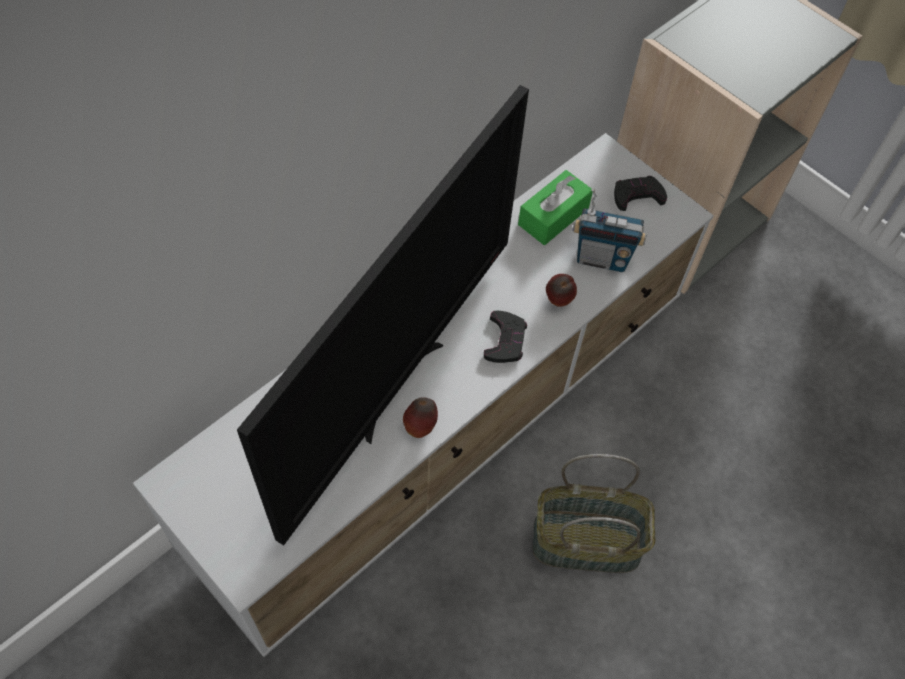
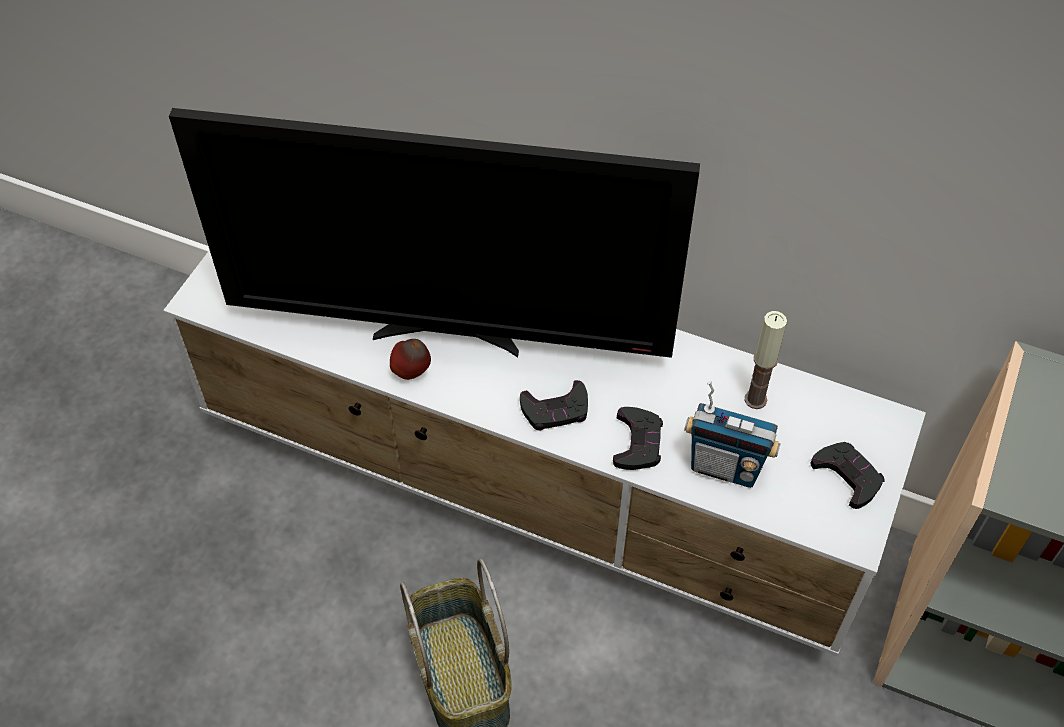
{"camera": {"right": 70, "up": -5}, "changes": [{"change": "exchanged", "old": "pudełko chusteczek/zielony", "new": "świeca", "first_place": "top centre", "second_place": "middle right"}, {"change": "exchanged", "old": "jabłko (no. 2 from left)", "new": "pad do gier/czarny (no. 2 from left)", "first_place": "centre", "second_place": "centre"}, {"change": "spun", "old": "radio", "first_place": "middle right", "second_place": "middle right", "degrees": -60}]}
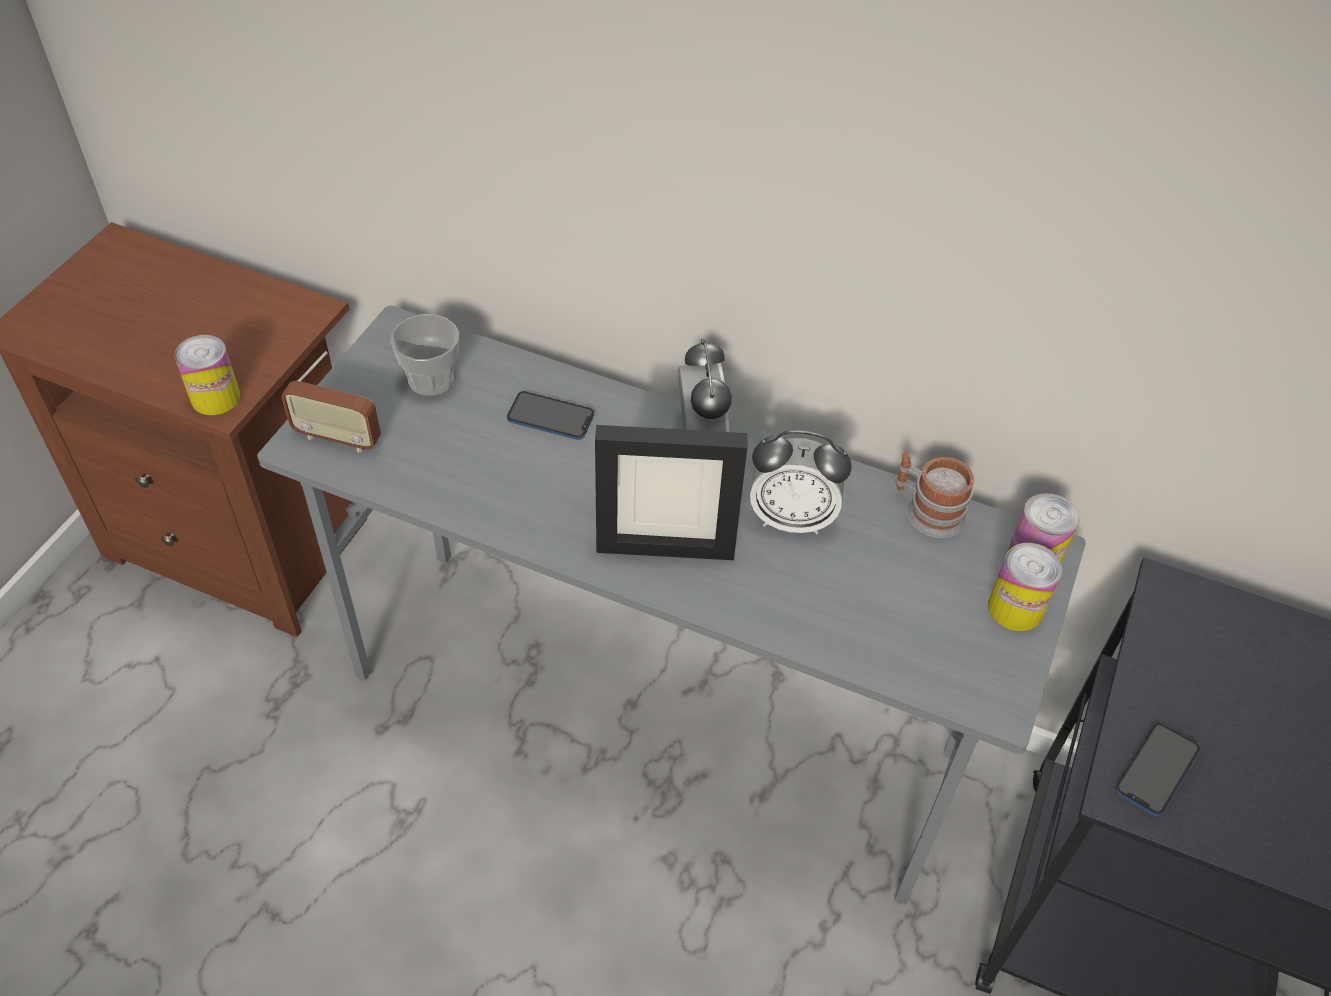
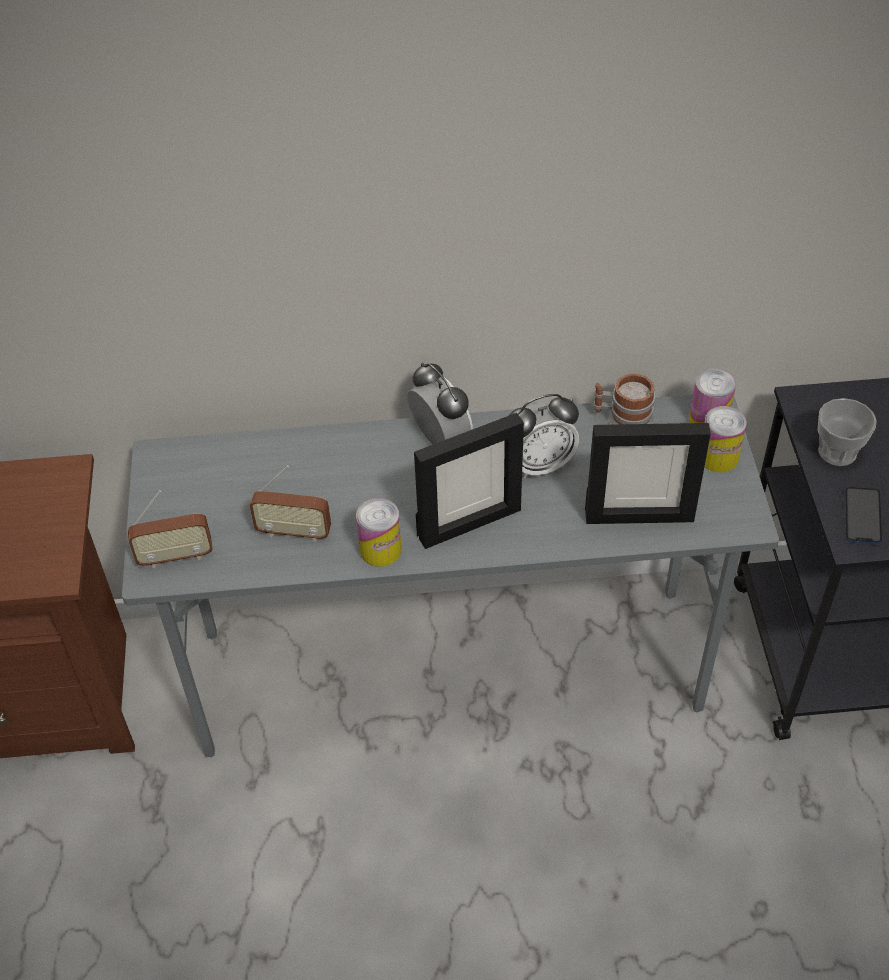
{"camera": {"right": -25, "up": 0}, "changes": [{"change": "missing", "old": "telefon (no. 1 from left)", "first_place": "centre"}, {"change": "appeared", "new": "radio (no. 2 from left)", "second_place": "middle left"}, {"change": "appeared", "new": "ramka na zdjęcie (no. 2 from left)", "second_place": "middle right"}, {"change": "relocated", "old": "puszka (no. 1 from left)", "first_place": "middle left", "second_place": "centre"}, {"change": "relocated", "old": "filiżanka", "first_place": "middle left", "second_place": "middle right"}]}
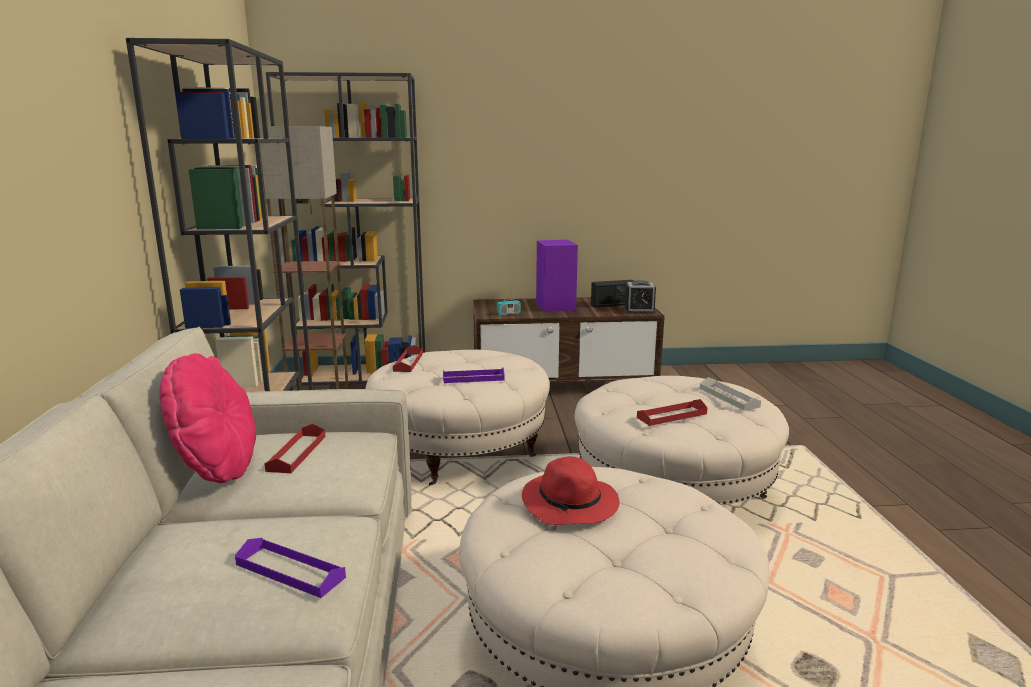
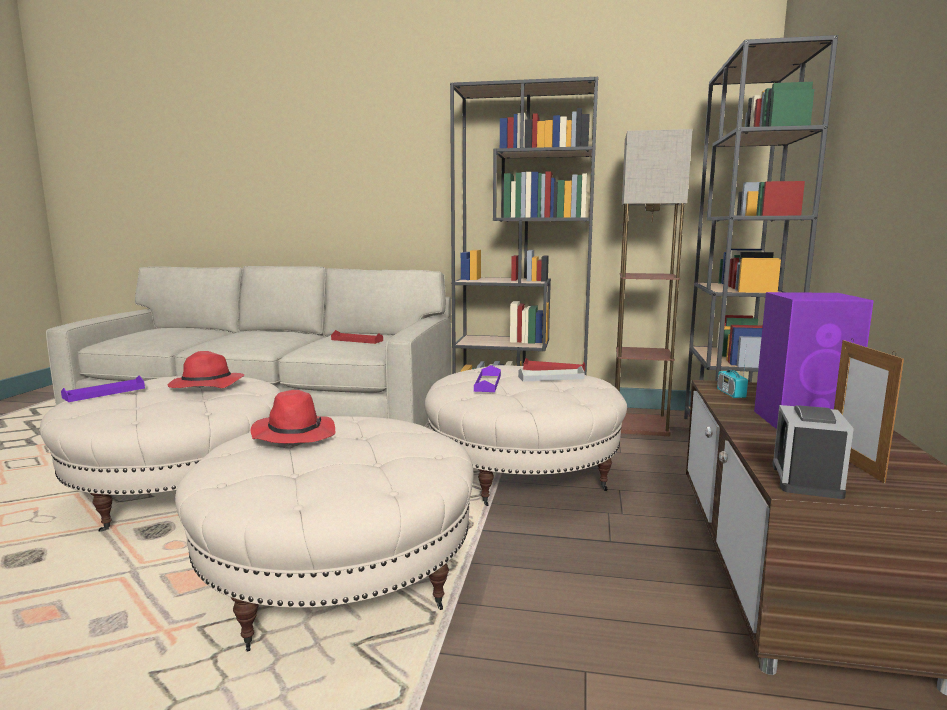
{"camera": {"right": 105, "up": -5}, "changes": [{"change": "missing", "old": "poduszka/różowy", "first_place": "middle left"}, {"change": "relocated", "old": "taca/fioletowy (no. 1 from left)", "first_place": "bottom left", "second_place": "middle left"}, {"change": "relocated", "old": "taca/szary", "first_place": "middle right", "second_place": "centre"}, {"change": "exchanged", "old": "radio (no. 2 from left)", "new": "ramka na zdjęcie", "first_place": "centre", "second_place": "middle right"}, {"change": "exchanged", "old": "taca/czerwony (no. 3 from left)", "new": "kapelusz/czerwony (no. 2 from left)", "first_place": "centre", "second_place": "middle left"}]}
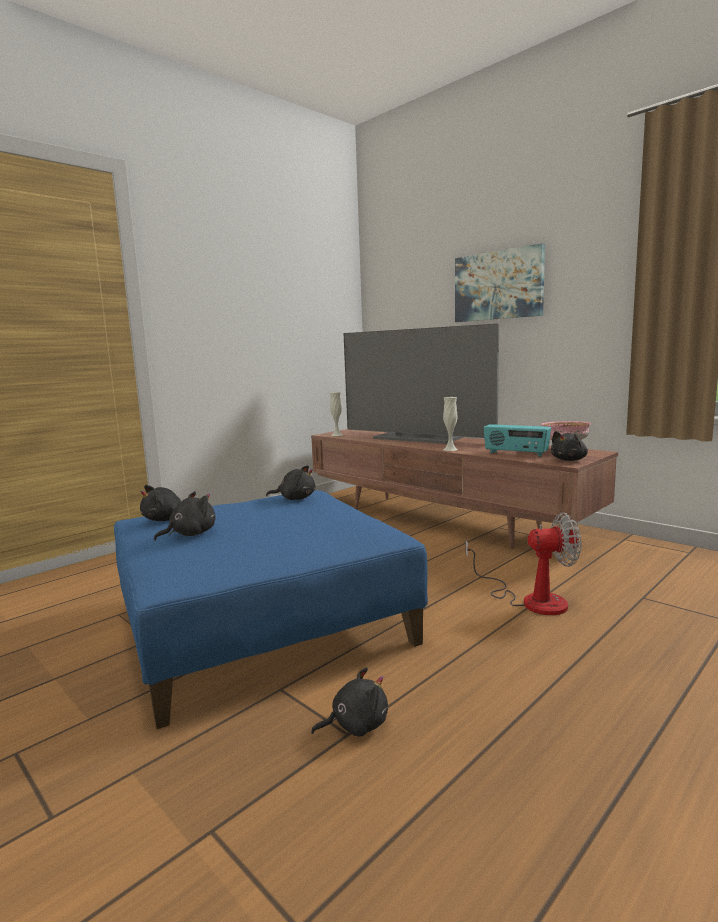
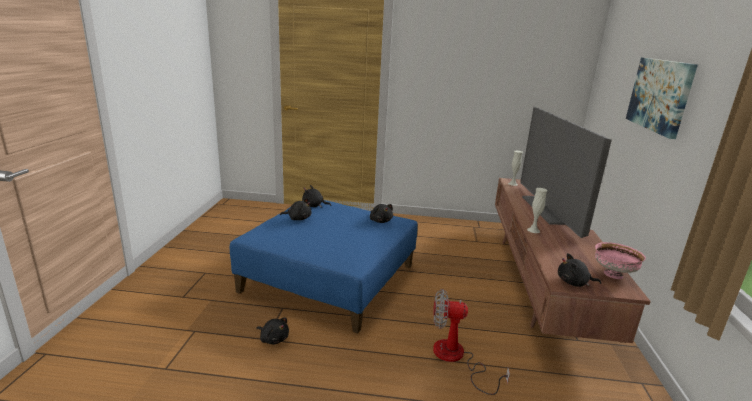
{"camera": {"right": 50, "up": 10}, "changes": [{"change": "missing", "old": "radio", "first_place": "middle right"}, {"change": "spun", "old": "wentylator", "first_place": "middle right", "second_place": "bottom centre", "degrees": 135}]}
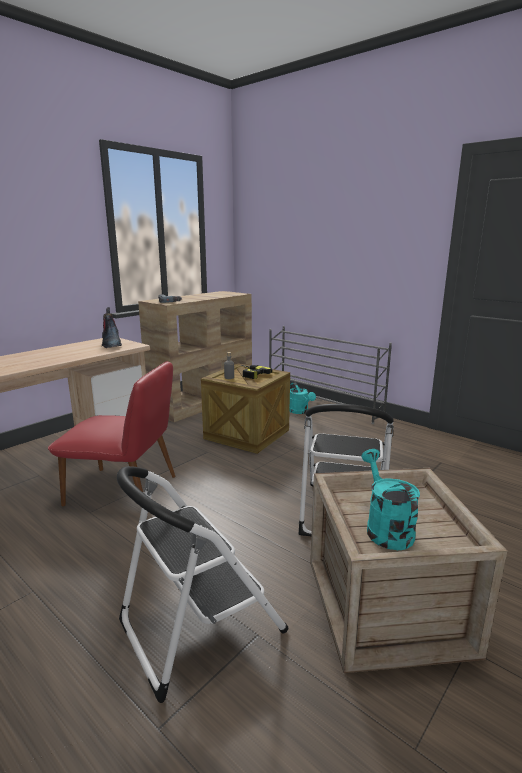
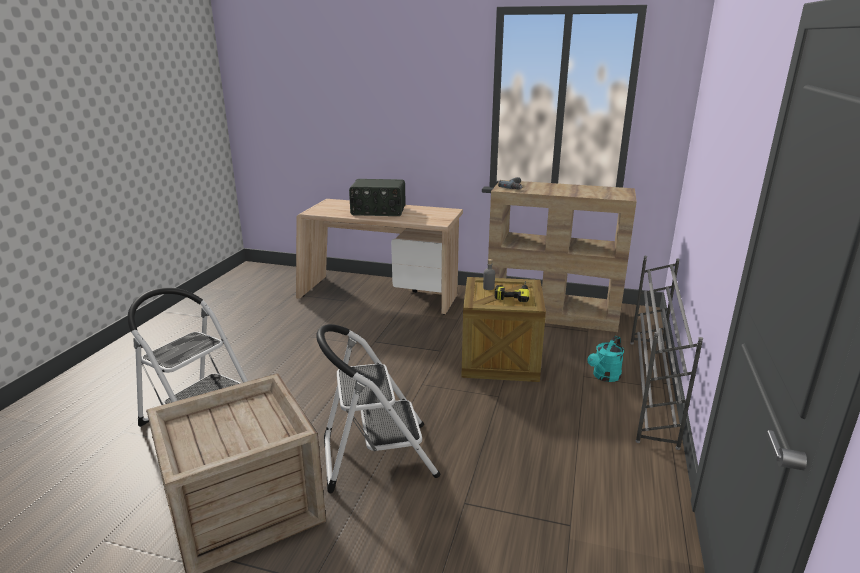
{"camera": {"right": 65, "up": 5}, "changes": [{"change": "missing", "old": "krzesło/czerwony", "first_place": "middle left"}, {"change": "missing", "old": "but z cholewką", "first_place": "middle left"}, {"change": "missing", "old": "konewka/turkusowy (no. 2 from left)", "first_place": "middle right"}, {"change": "appeared", "new": "radio", "second_place": "centre"}]}
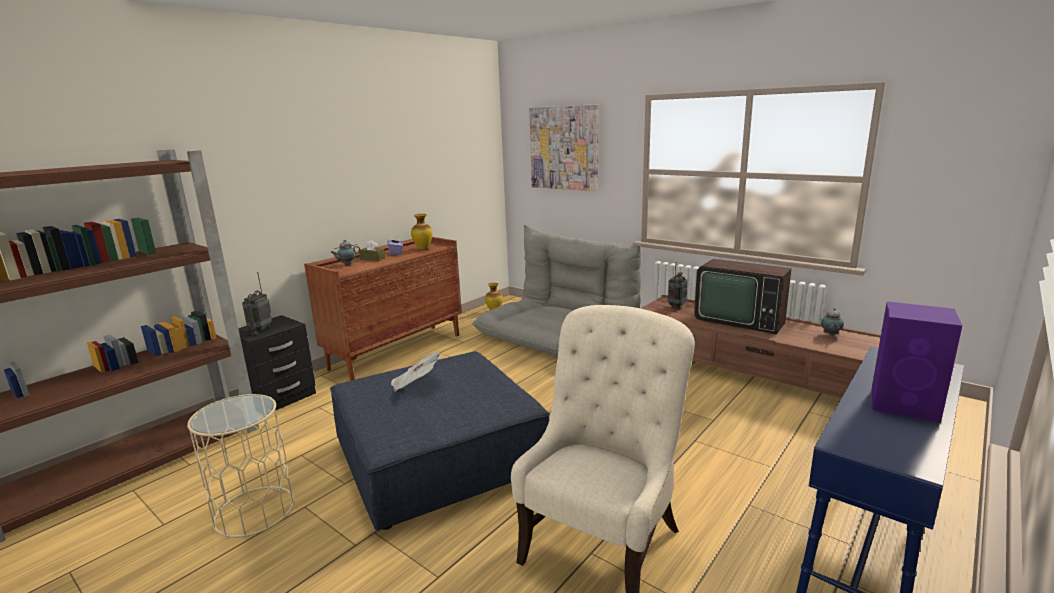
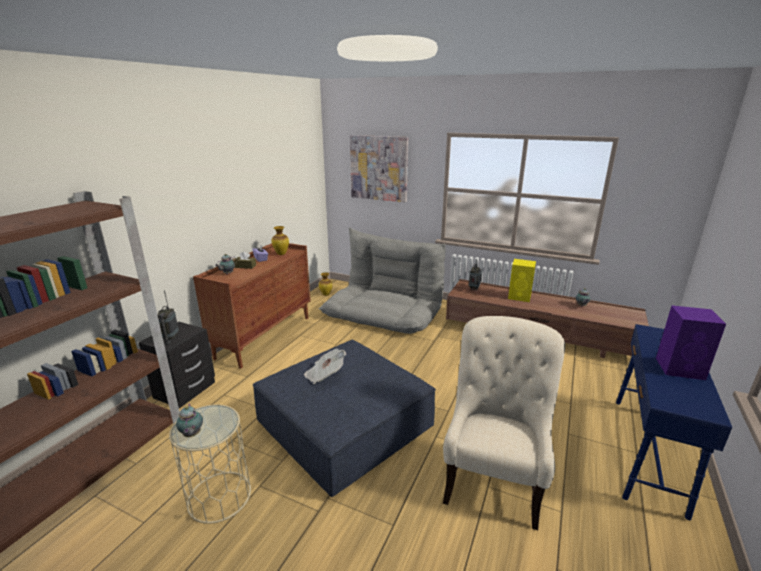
{"camera": {"right": -15, "up": 5}, "changes": [{"change": "appeared", "new": "imbryk (no. 1 from left)", "second_place": "bottom left"}, {"change": "exchanged", "old": "telewizor", "new": "głośnik/żółty", "first_place": "middle right", "second_place": "middle right"}]}
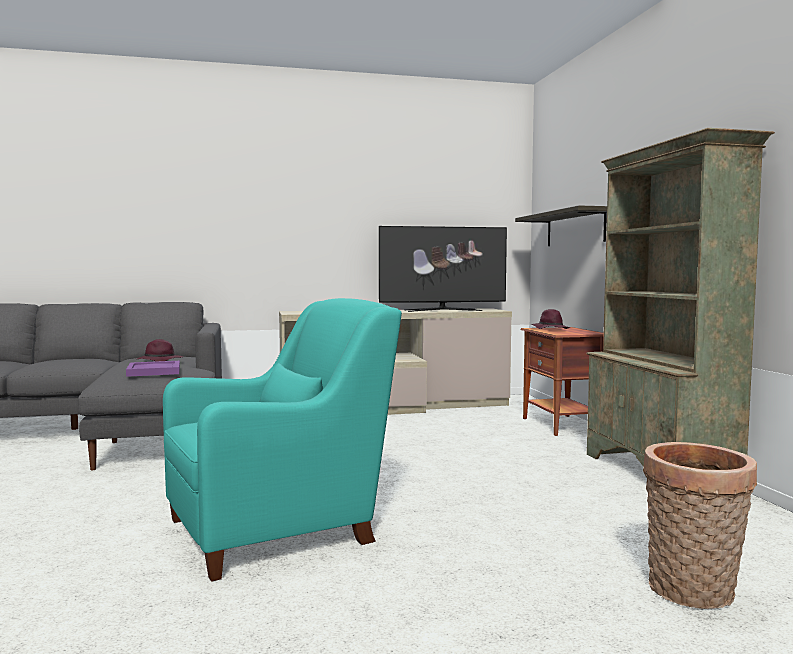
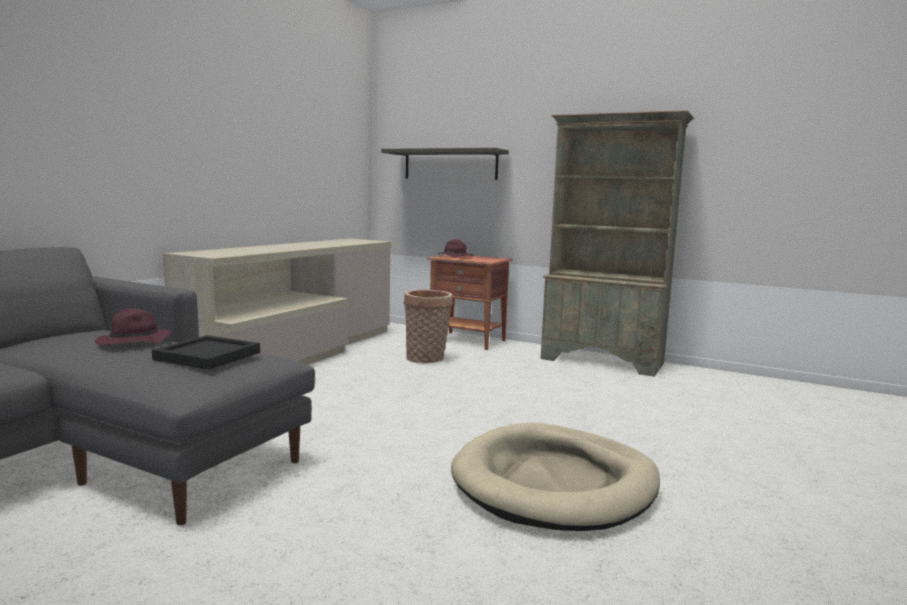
{"camera": {"right": -50, "up": 5}, "changes": [{"change": "missing", "old": "telewizor", "first_place": "centre"}, {"change": "relocated", "old": "koszyk", "first_place": "bottom right", "second_place": "centre"}, {"change": "exchanged", "old": "fotel/turkusowy", "new": "legowisko/beżowy", "first_place": "bottom centre", "second_place": "bottom centre"}, {"change": "colour", "old": "taca/fioletowy", "new": "taca/czarny", "first_place": "middle left", "second_place": "middle left"}]}
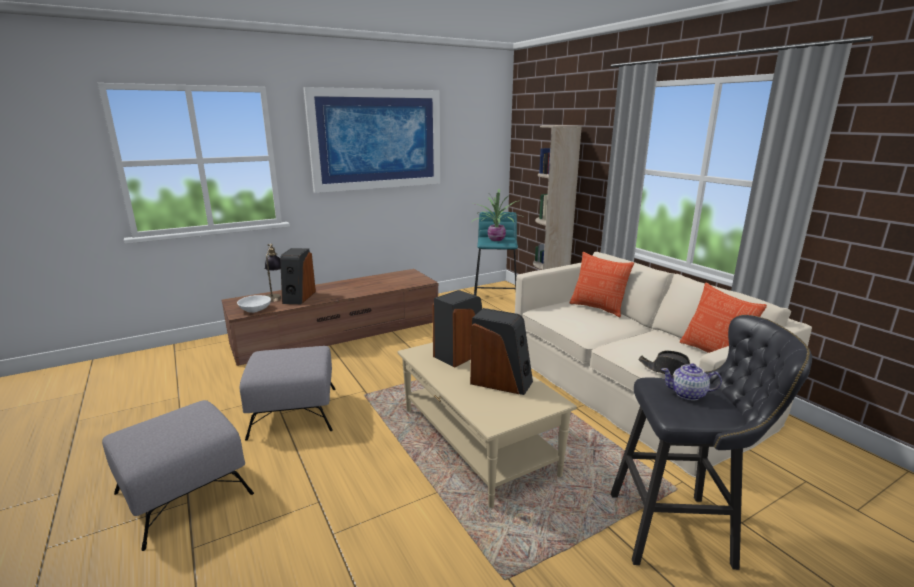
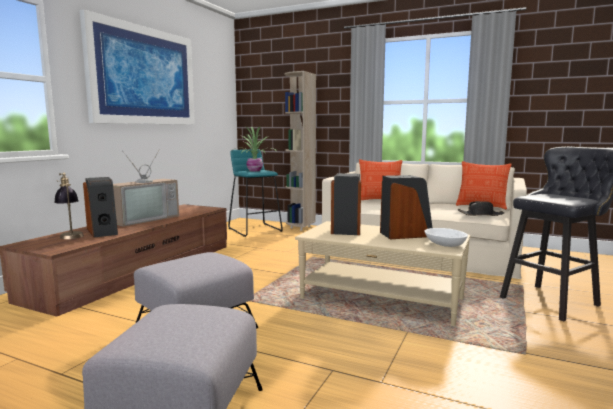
{"camera": {"right": -35, "up": -10}, "changes": [{"change": "missing", "old": "imbryk", "first_place": "middle right"}, {"change": "appeared", "new": "telewizor", "second_place": "middle left"}, {"change": "relocated", "old": "miska/biały", "first_place": "middle left", "second_place": "middle right"}]}
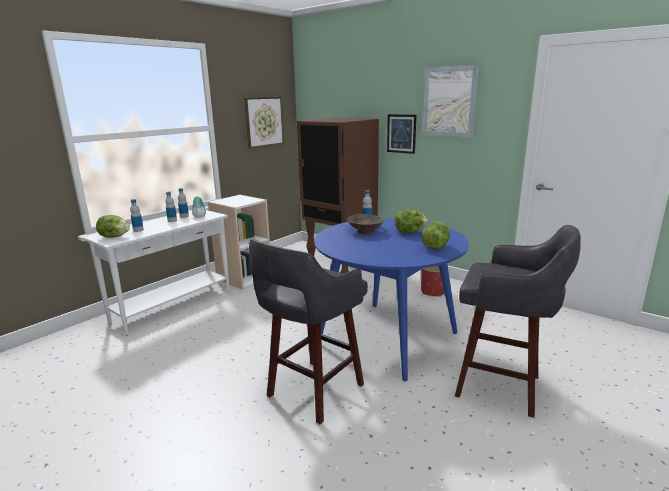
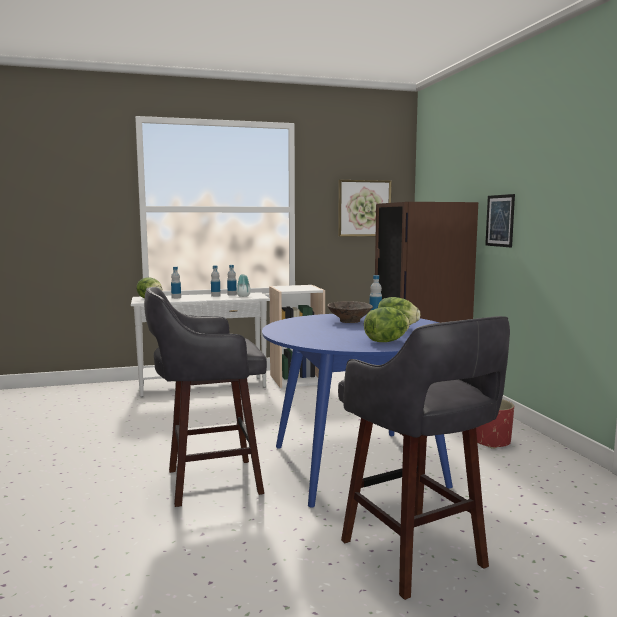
{"camera": {"right": 35, "up": -10}, "changes": [{"change": "missing", "old": "obraz (no. 3 from left)", "first_place": "top right"}]}
